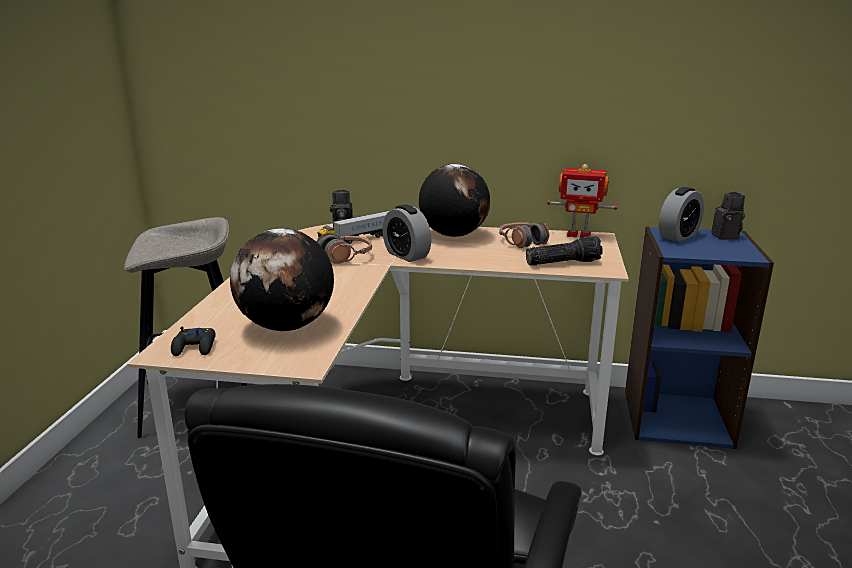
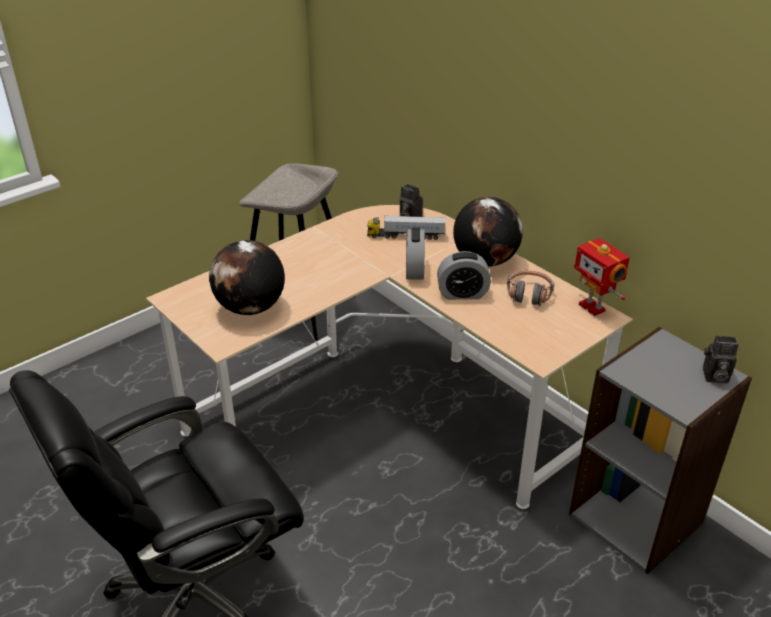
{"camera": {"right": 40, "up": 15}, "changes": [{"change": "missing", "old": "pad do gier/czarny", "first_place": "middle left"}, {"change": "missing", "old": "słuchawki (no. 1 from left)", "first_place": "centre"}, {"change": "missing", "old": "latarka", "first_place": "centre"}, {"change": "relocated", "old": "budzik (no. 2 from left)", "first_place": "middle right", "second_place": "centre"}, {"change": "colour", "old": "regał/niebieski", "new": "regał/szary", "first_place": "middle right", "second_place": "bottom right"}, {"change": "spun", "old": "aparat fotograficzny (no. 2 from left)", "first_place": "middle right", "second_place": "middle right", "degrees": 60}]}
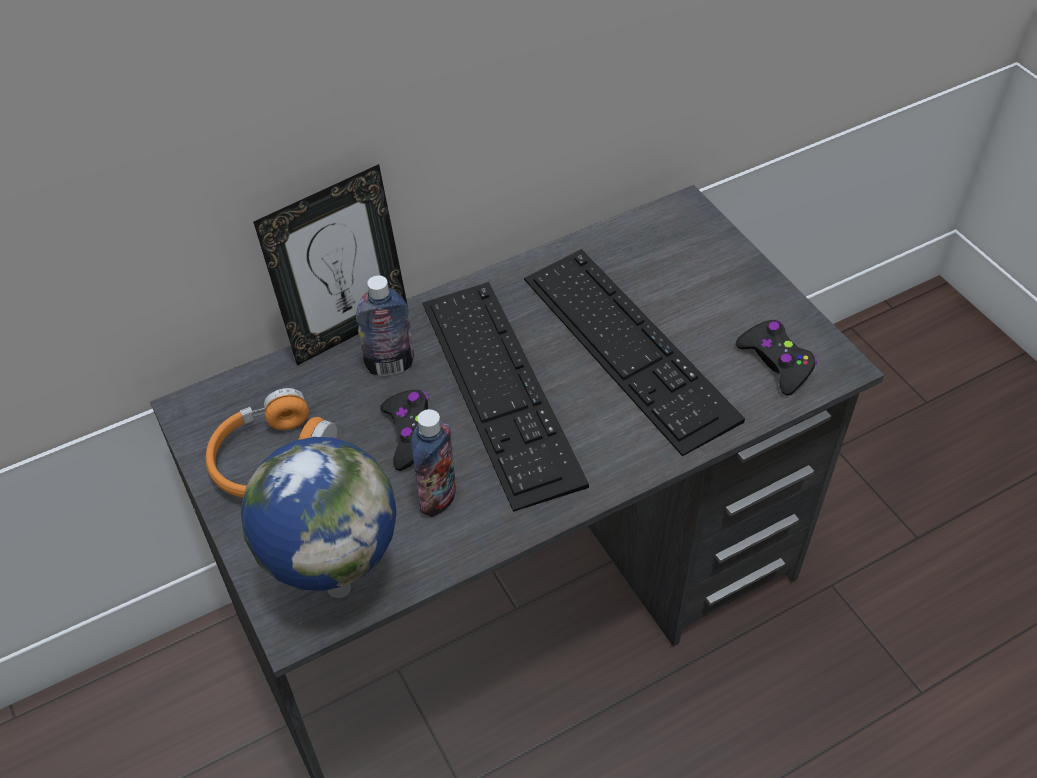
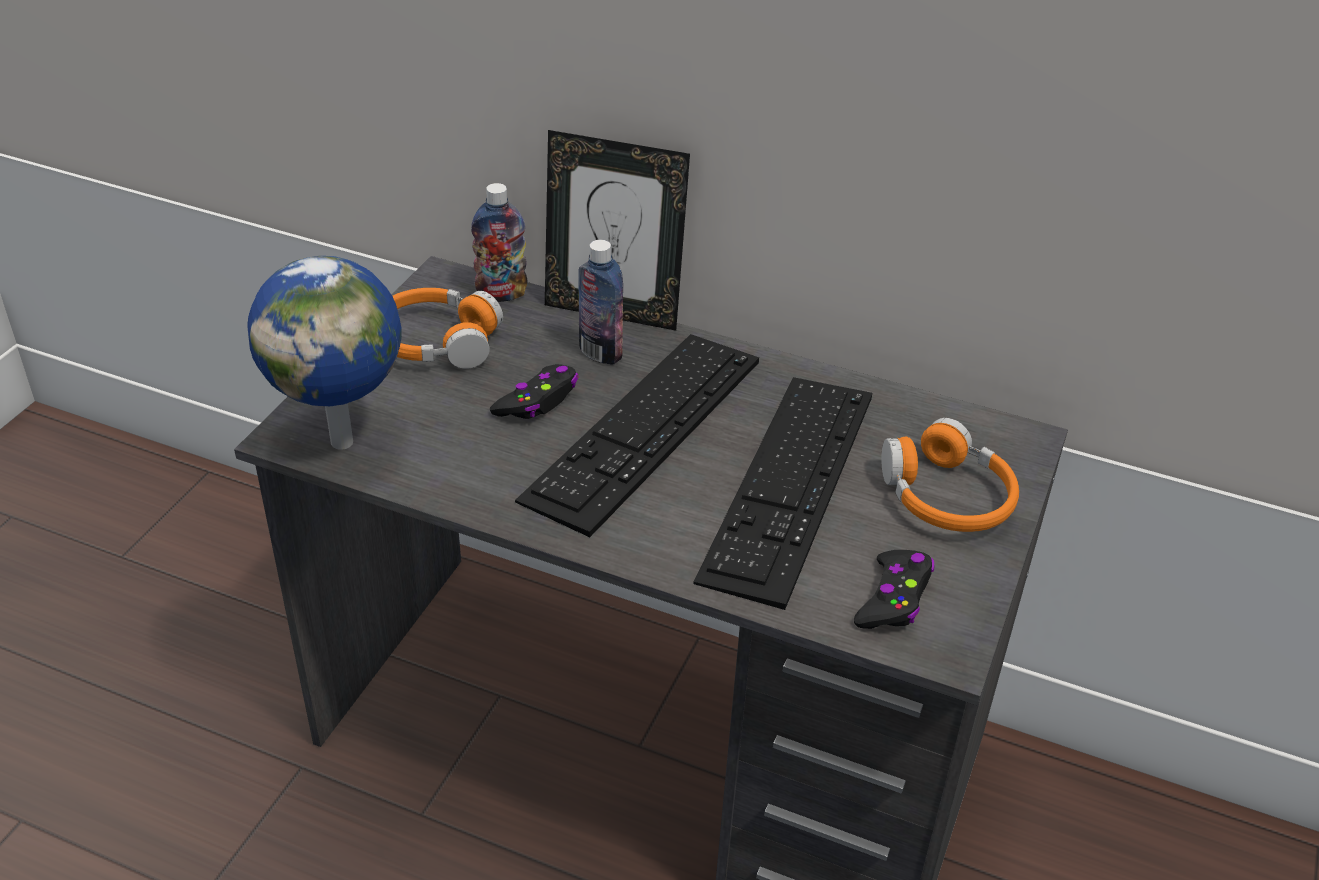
{"camera": {"right": 50, "up": -10}, "changes": [{"change": "appeared", "new": "słuchawki/pomarańczowy (no. 2 from left)", "second_place": "middle right"}, {"change": "relocated", "old": "butelka (no. 2 from left in the first image)", "new": "butelka (no. 1 from left)", "first_place": "centre", "second_place": "top centre"}]}
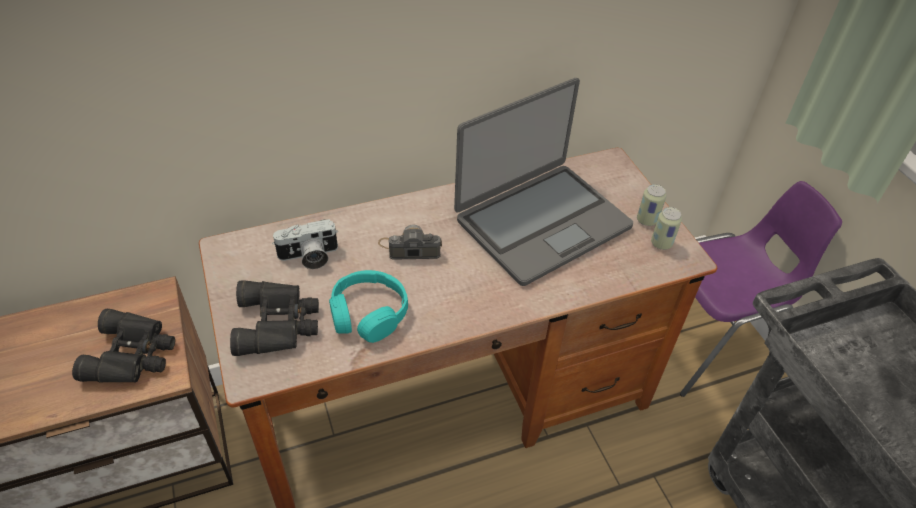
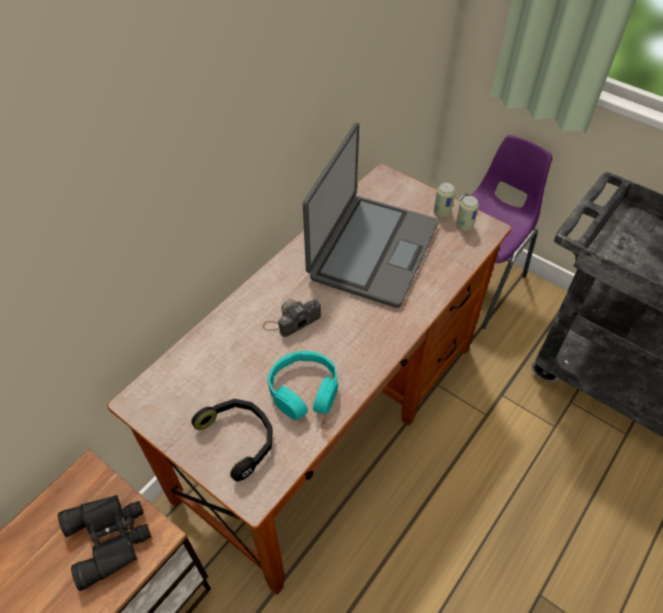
{"camera": {"right": -30, "up": 5}, "changes": [{"change": "missing", "old": "aparat fotograficzny (no. 1 from left)", "first_place": "middle left"}, {"change": "exchanged", "old": "lornetka/czarny (no. 2 from left)", "new": "słuchawki/czarny", "first_place": "middle left", "second_place": "bottom centre"}]}
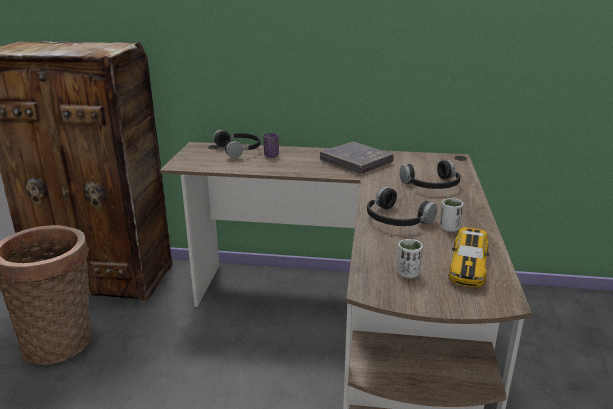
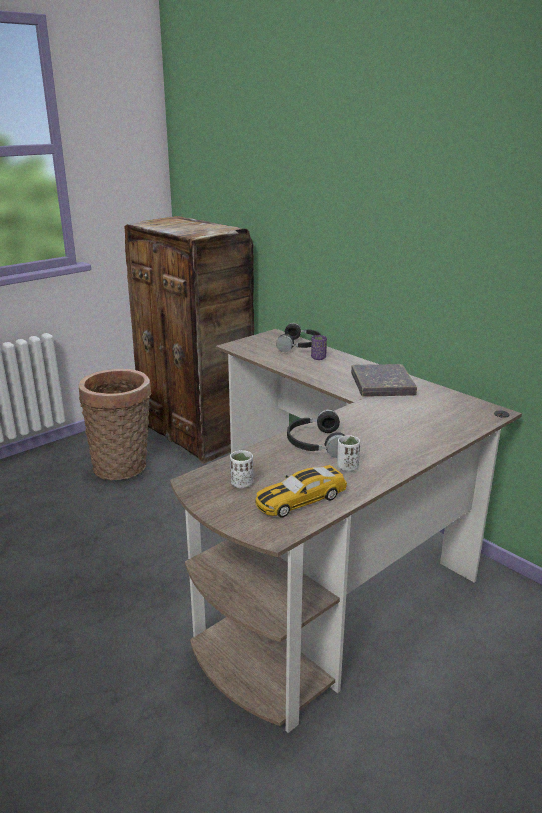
{"camera": {"right": 40, "up": 0}, "changes": [{"change": "missing", "old": "słuchawki/czarny (no. 3 from left)", "first_place": "middle right"}]}
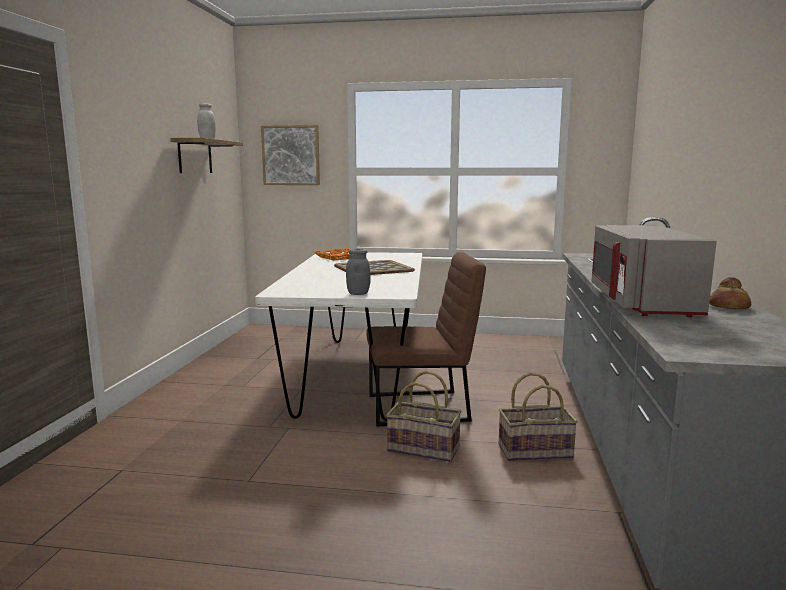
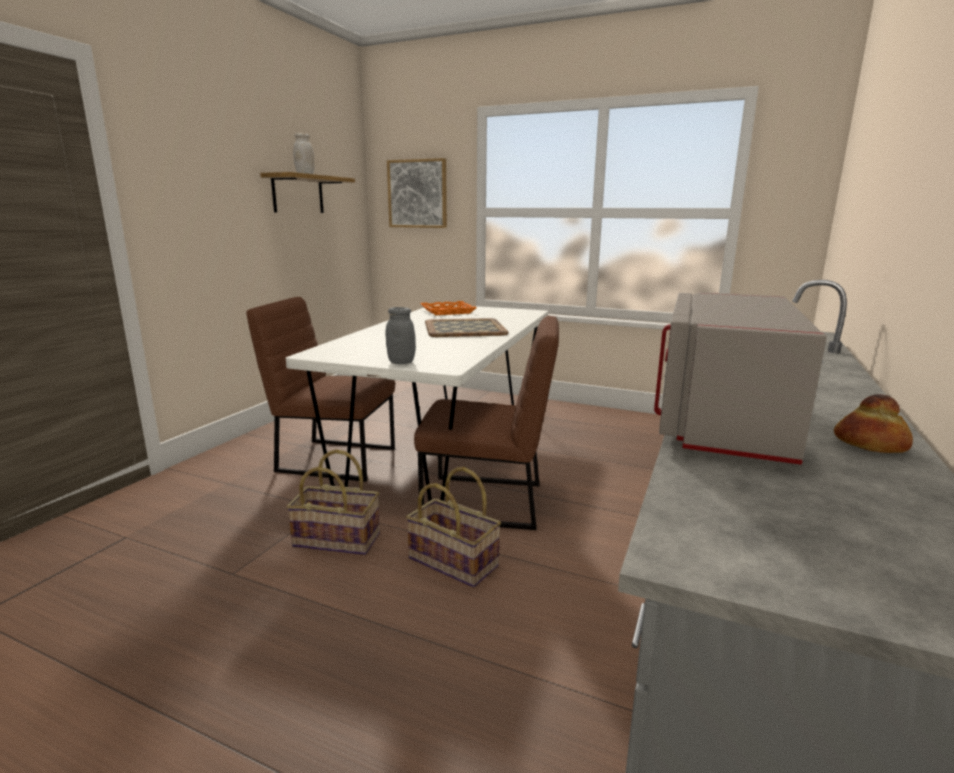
{"camera": {"right": 15, "up": 5}, "changes": [{"change": "appeared", "new": "krzesło/brązowy (no. 1 from left)", "second_place": "centre"}, {"change": "relocated", "old": "koszyk (no. 2 from left in the first image)", "new": "koszyk (no. 1 from left)", "first_place": "bottom right", "second_place": "centre"}]}
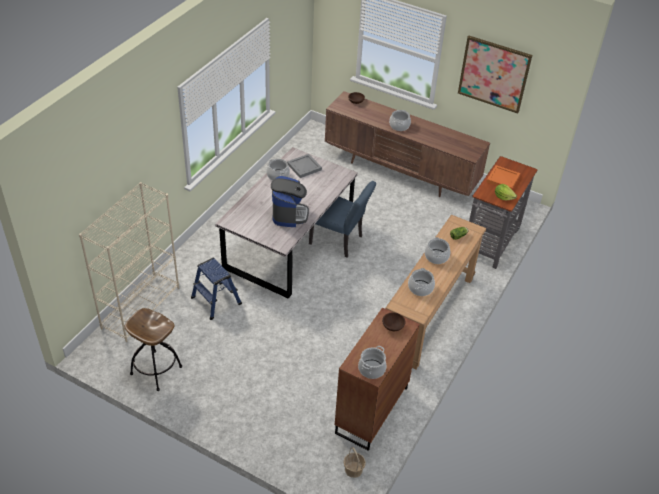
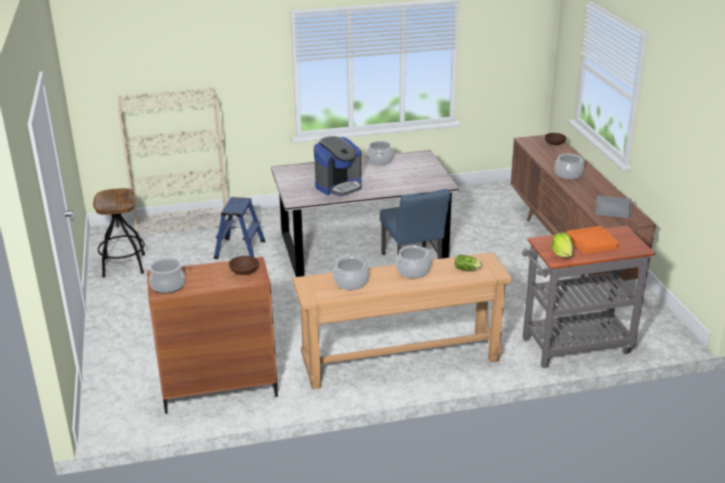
{"camera": {"right": 50, "up": -15}, "changes": [{"change": "missing", "old": "koszyk", "first_place": "bottom centre"}, {"change": "missing", "old": "obraz", "first_place": "top right"}, {"change": "relocated", "old": "taca/szary", "first_place": "centre", "second_place": "middle right"}]}
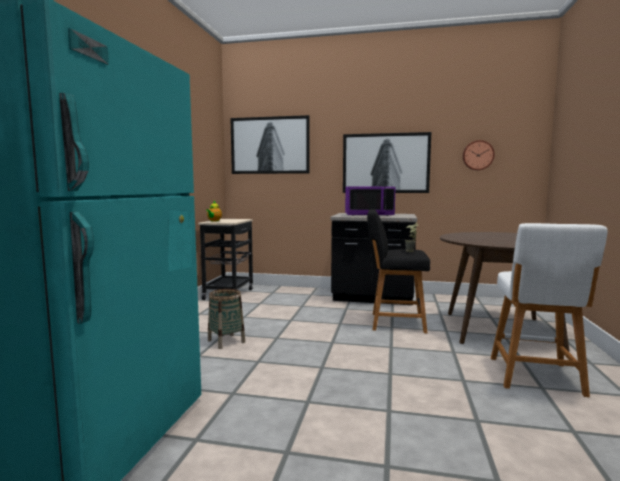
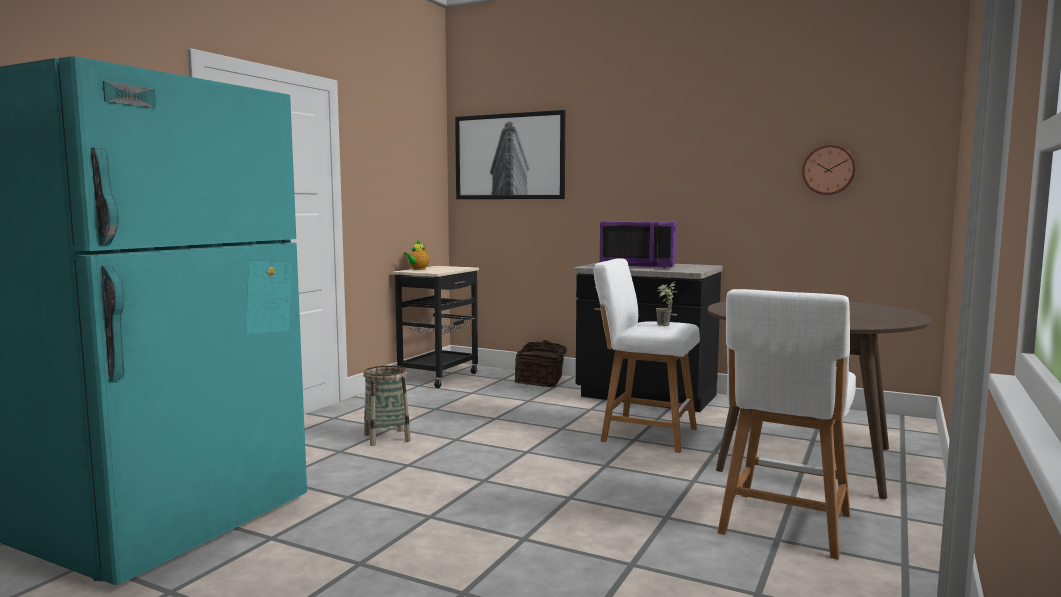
{"camera": {"right": 15, "up": 0}, "changes": [{"change": "missing", "old": "obraz (no. 2 from left)", "first_place": "centre"}, {"change": "appeared", "new": "koszyk (no. 2 from left)", "second_place": "centre"}, {"change": "colour", "old": "stołek/czarny", "new": "stołek/biały (no. 1 from left)", "first_place": "centre", "second_place": "centre"}]}
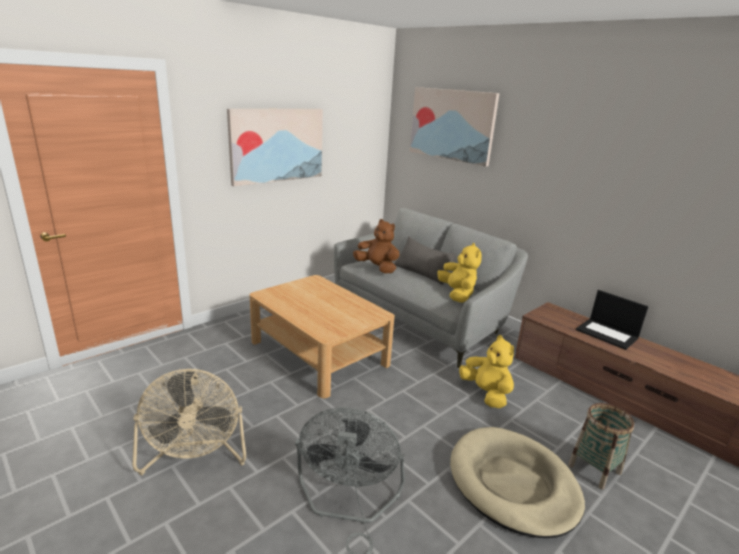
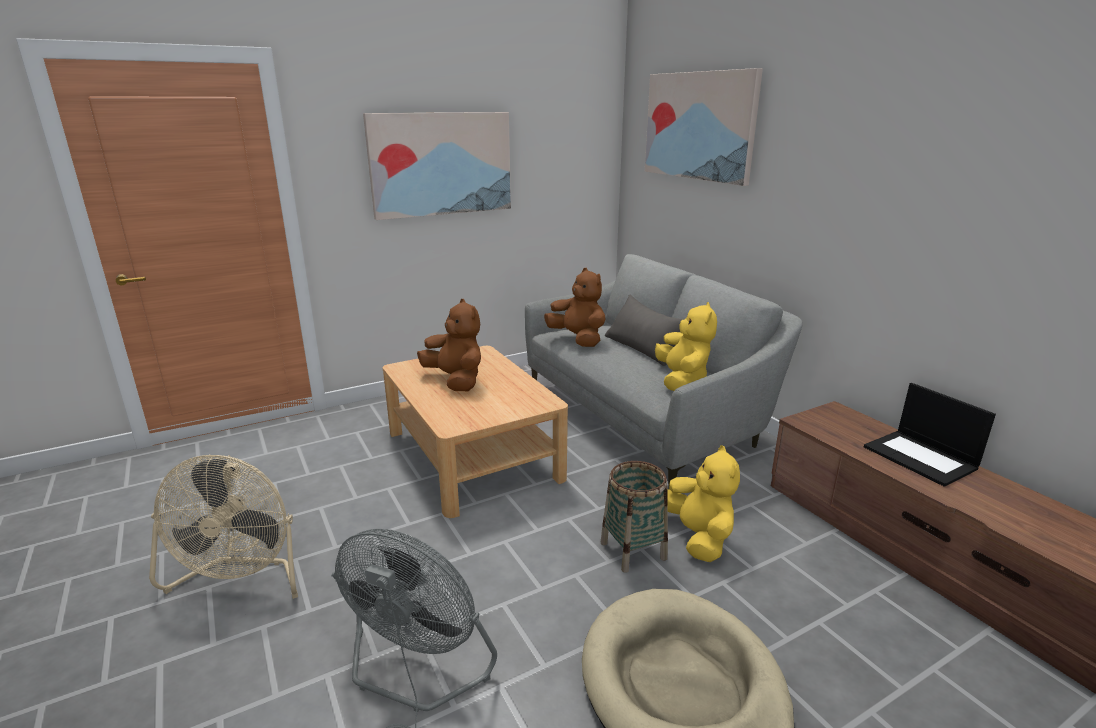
{"camera": {"right": 15, "up": 0}, "changes": [{"change": "appeared", "new": "pluszak/brązowy (no. 1 from left)", "second_place": "centre"}, {"change": "relocated", "old": "koszyk", "first_place": "bottom right", "second_place": "bottom centre"}]}
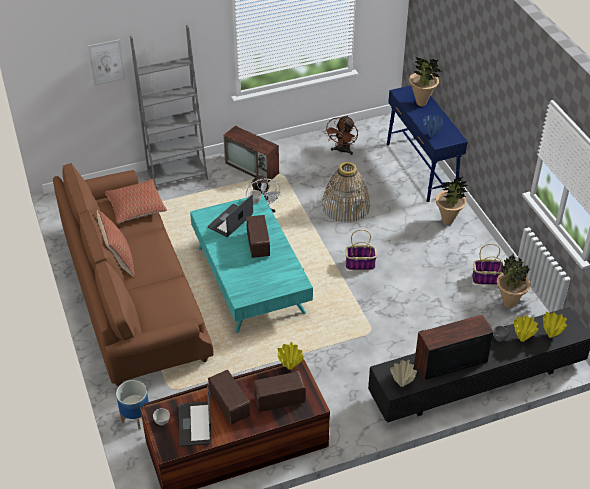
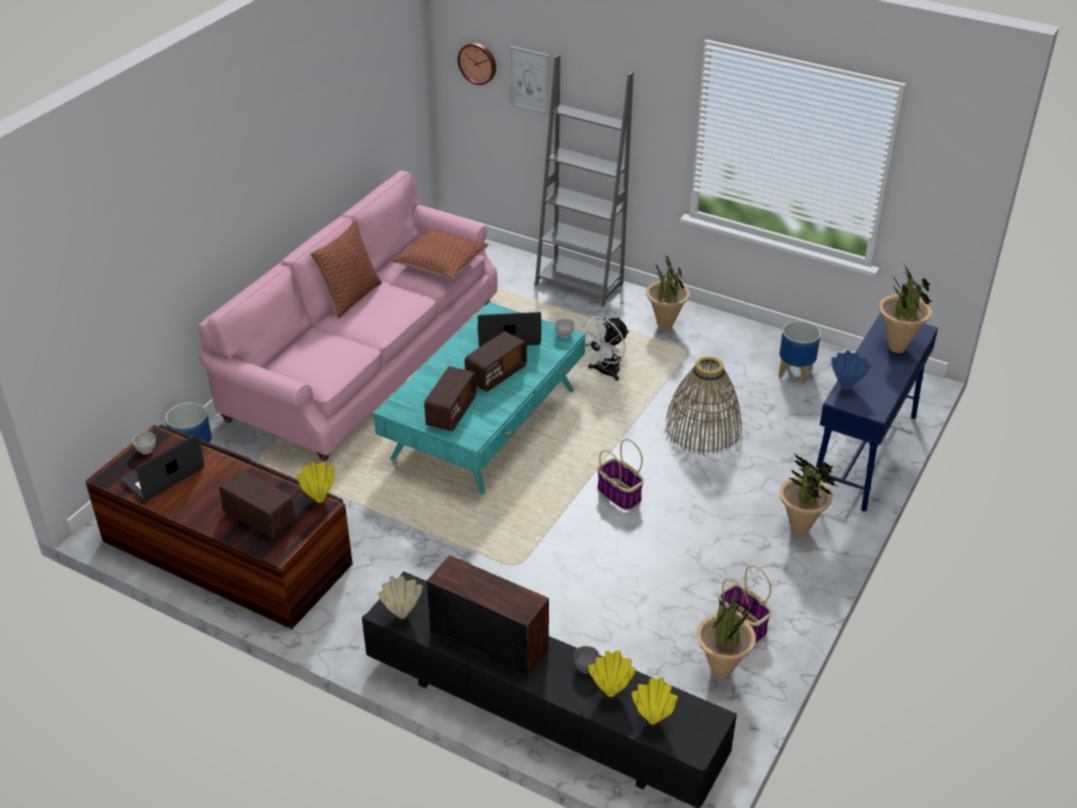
{"camera": {"right": 50, "up": -5}, "changes": [{"change": "appeared", "new": "zegar ścienny", "second_place": "top centre"}, {"change": "relocated", "old": "radio (no. 1 from left in the first image)", "new": "radio (no. 2 from left)", "first_place": "bottom centre", "second_place": "centre"}, {"change": "exchanged", "old": "telewizor (no. 1 from left)", "new": "roślina doniczkowa (no. 1 from left)", "first_place": "top centre", "second_place": "centre"}, {"change": "exchanged", "old": "wentylator/brązowy", "new": "donica (no. 2 from left)", "first_place": "top centre", "second_place": "middle right"}, {"change": "colour", "old": "kanapa/brązowy", "new": "kanapa/różowy", "first_place": "middle left", "second_place": "middle left"}]}
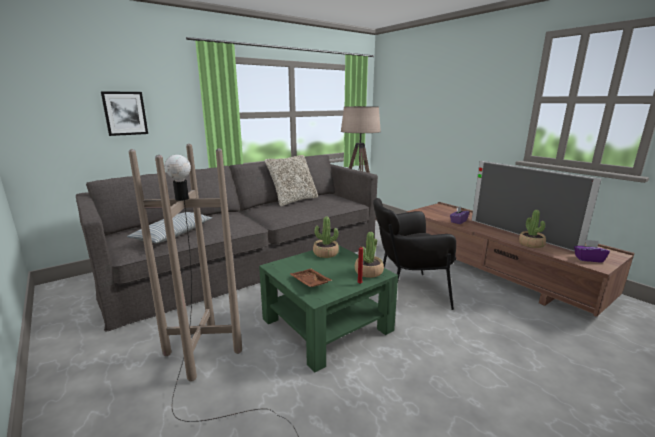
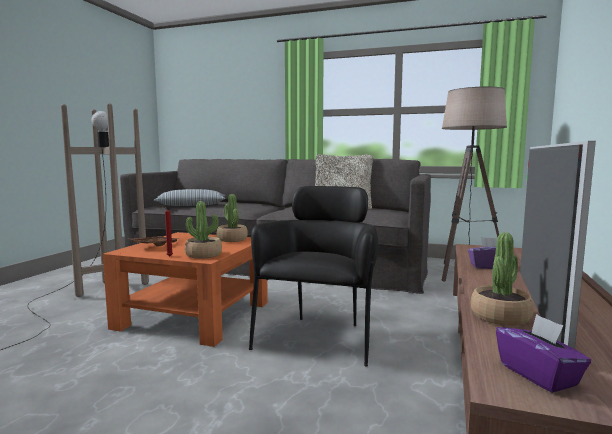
{"camera": {"right": 55, "up": -10}, "changes": [{"change": "missing", "old": "obraz", "first_place": "top left"}, {"change": "colour", "old": "ława/zielony", "new": "ława/pomarańczowy", "first_place": "bottom centre", "second_place": "middle left"}, {"change": "spun", "old": "fotel/czarny", "first_place": "centre", "second_place": "centre", "degrees": 60}]}
